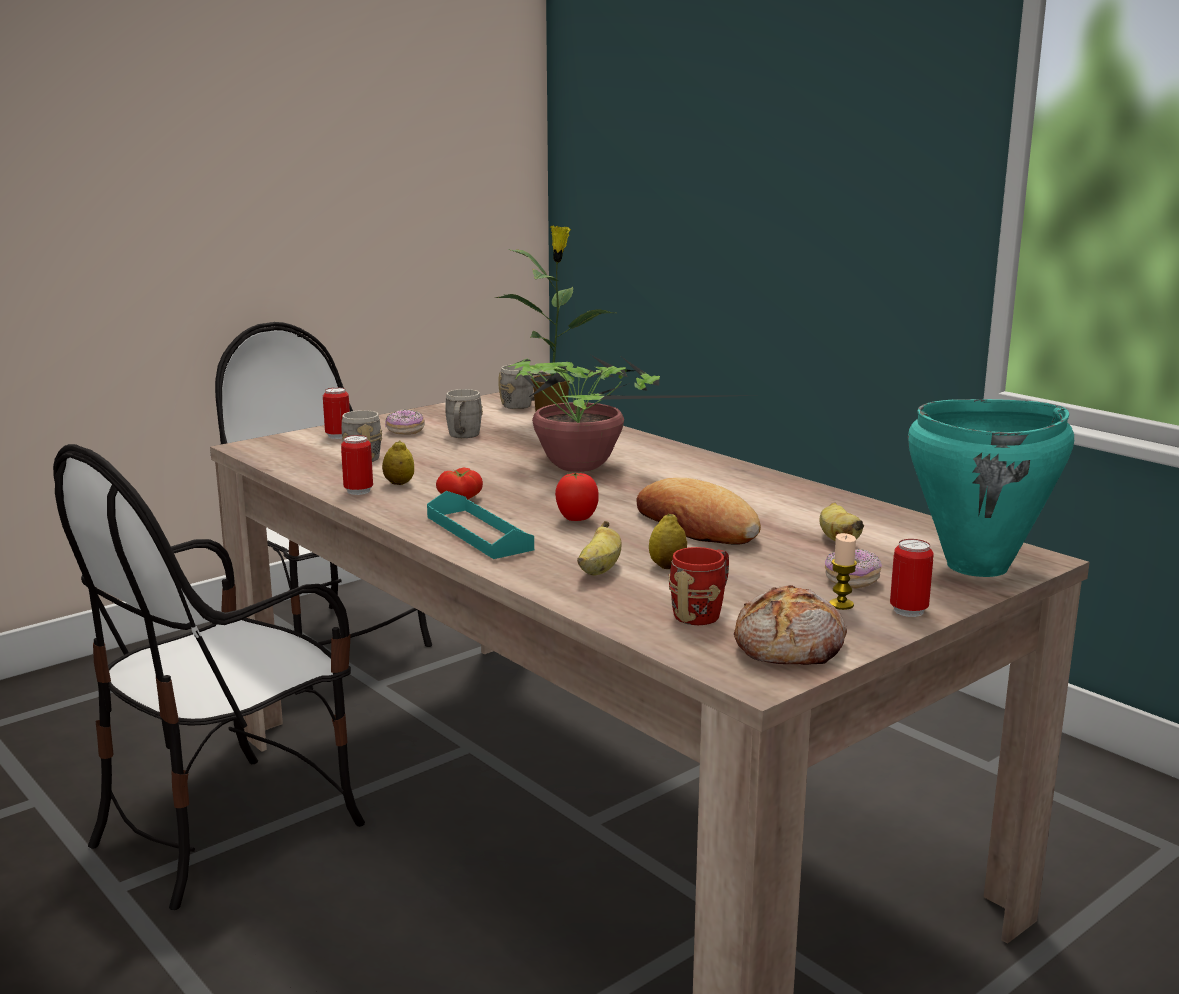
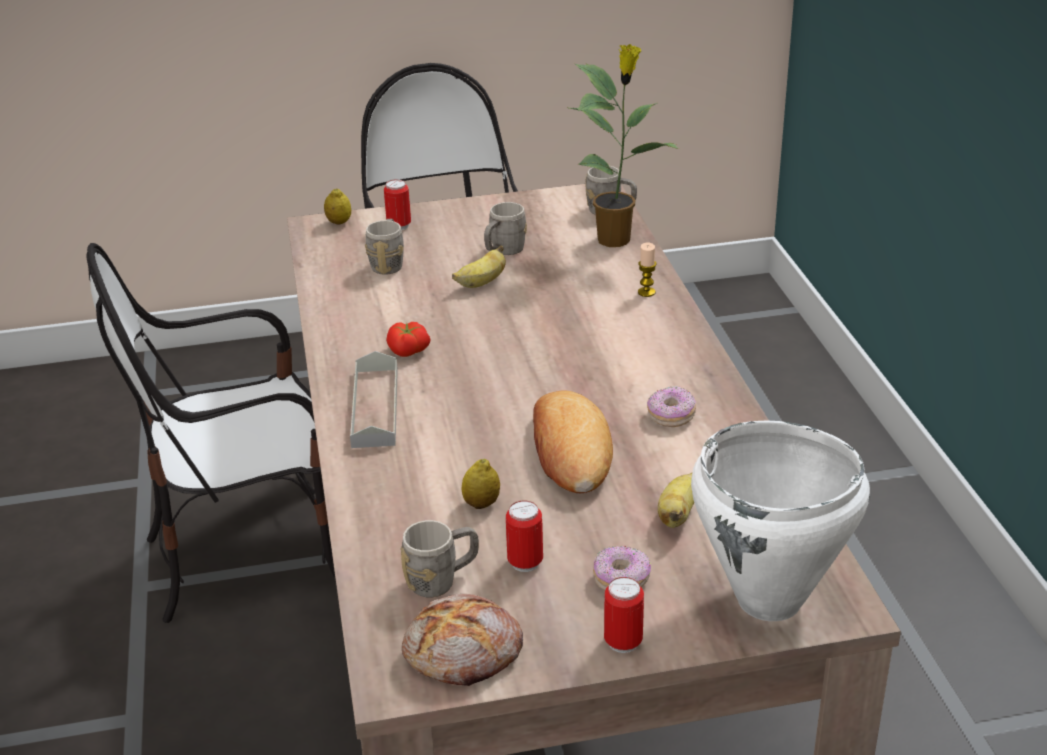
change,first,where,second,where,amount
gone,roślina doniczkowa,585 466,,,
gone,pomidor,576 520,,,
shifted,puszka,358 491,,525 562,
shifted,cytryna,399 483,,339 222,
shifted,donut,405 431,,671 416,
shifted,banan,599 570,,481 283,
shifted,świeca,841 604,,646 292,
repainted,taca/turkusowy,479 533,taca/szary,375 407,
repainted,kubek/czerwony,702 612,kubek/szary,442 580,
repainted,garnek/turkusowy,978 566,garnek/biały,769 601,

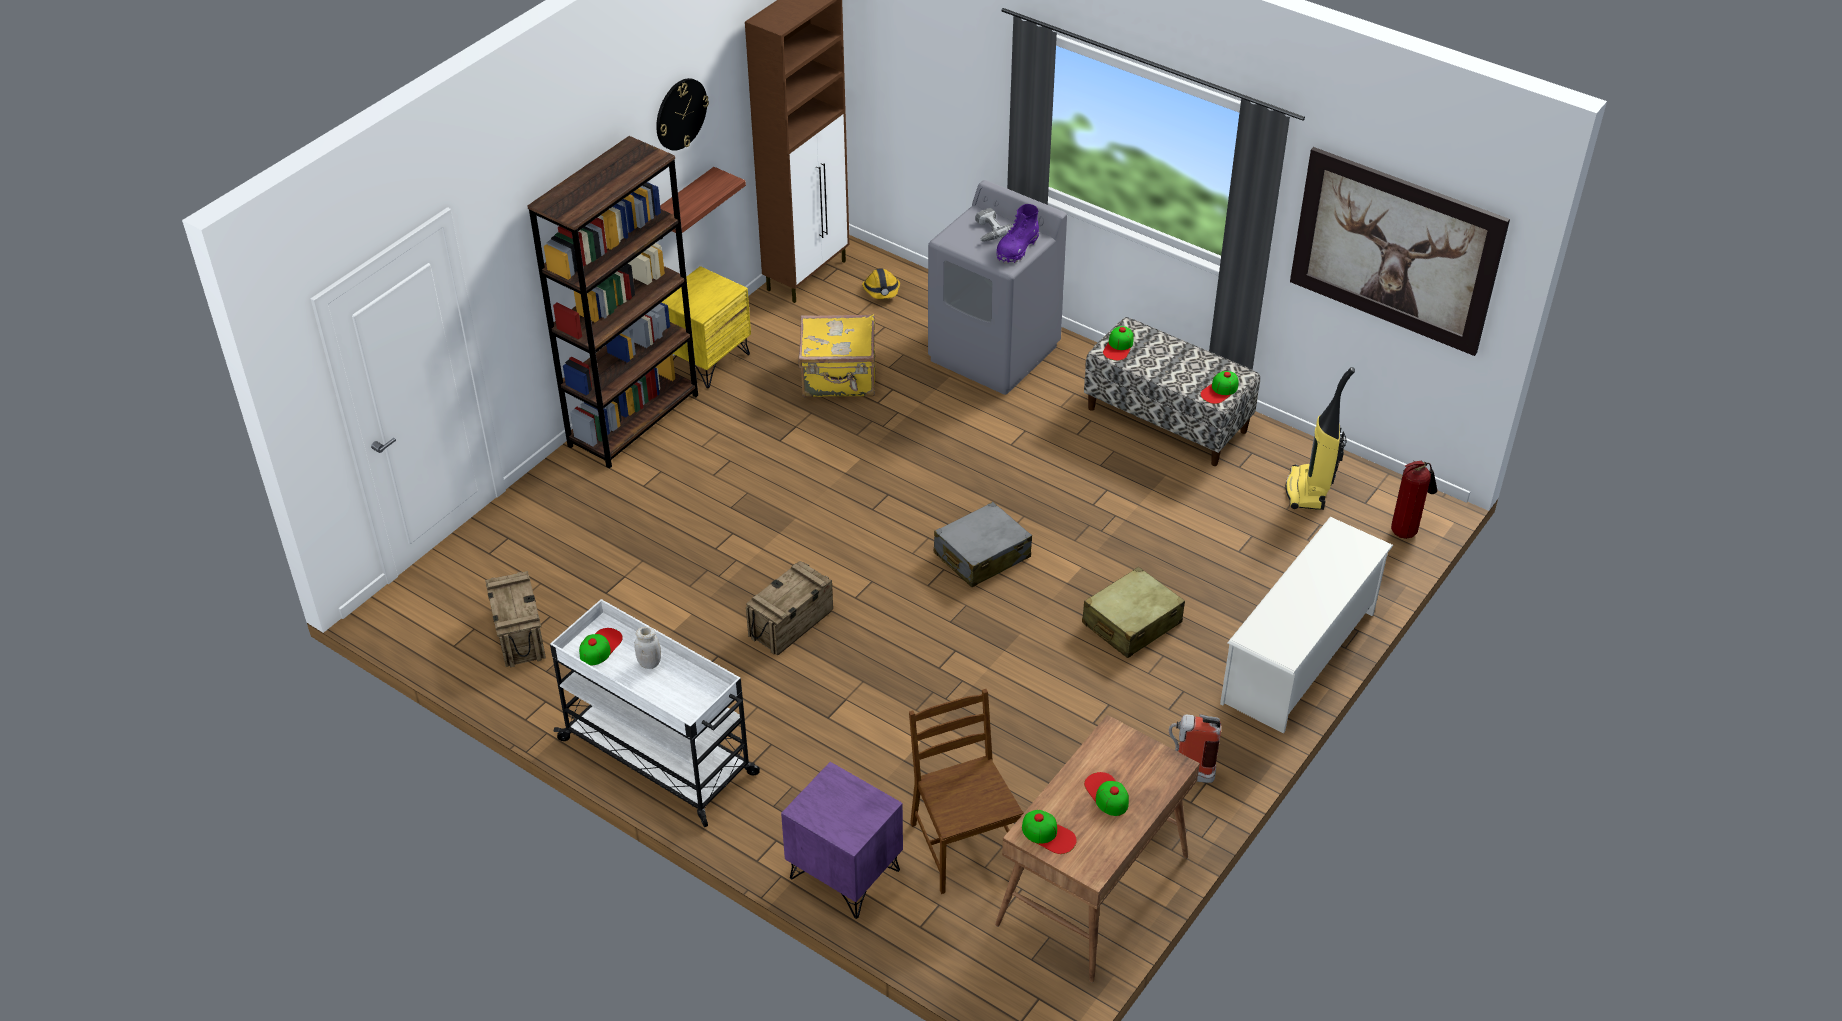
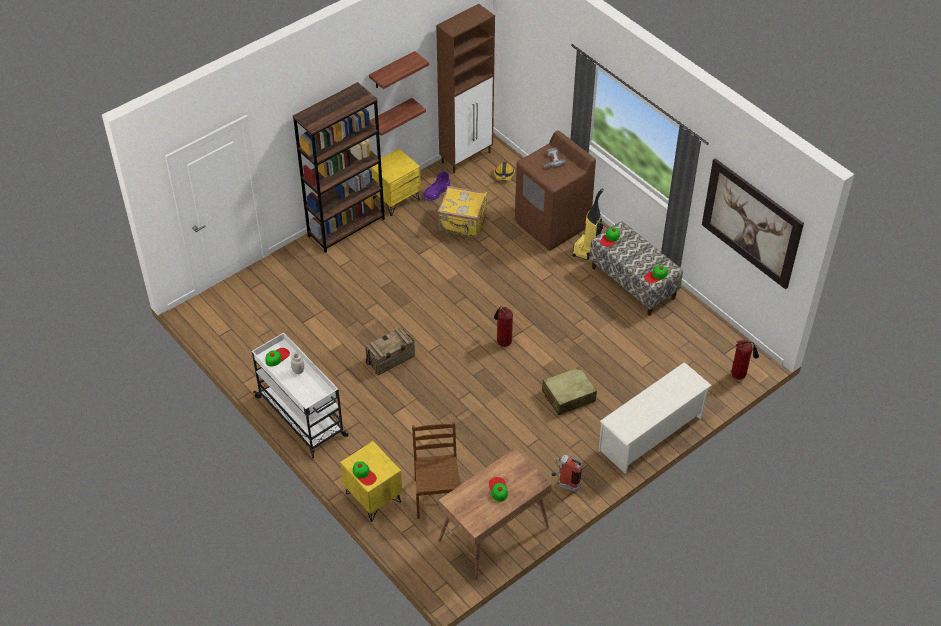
change,first,where,second,where,amount
gone,skrzynka,518 634,,,
shifted,but z cholewką/fioletowy,1017 249,,436 193,
shifted,czapka z daszkiem,1048 834,,364 474,
shifted,odkurzacz,1308 491,,586 248,
swapped,zegar ścienny,680 114,półka,392 70,
swapped,walizka/szary,981 556,gaśnica,502 341,
repainted,szafka nocna/fioletowy,844 874,szafka nocna/żółty,372 498,
repainted,pralka/szary,994 353,pralka/brązowy,552 224,

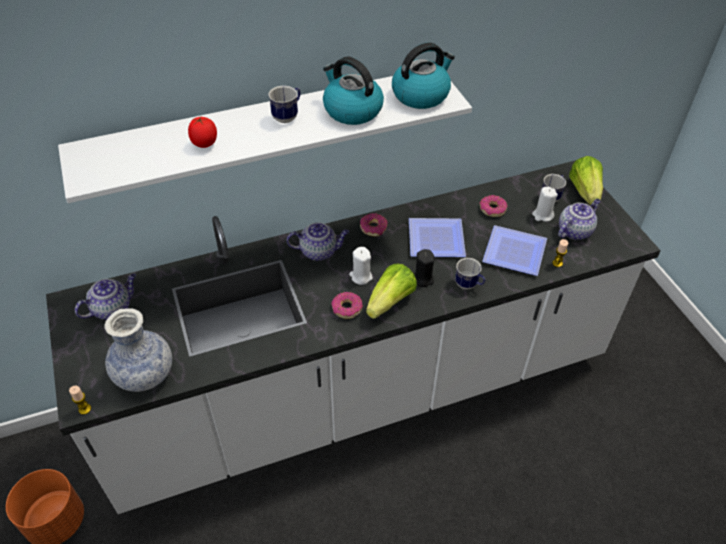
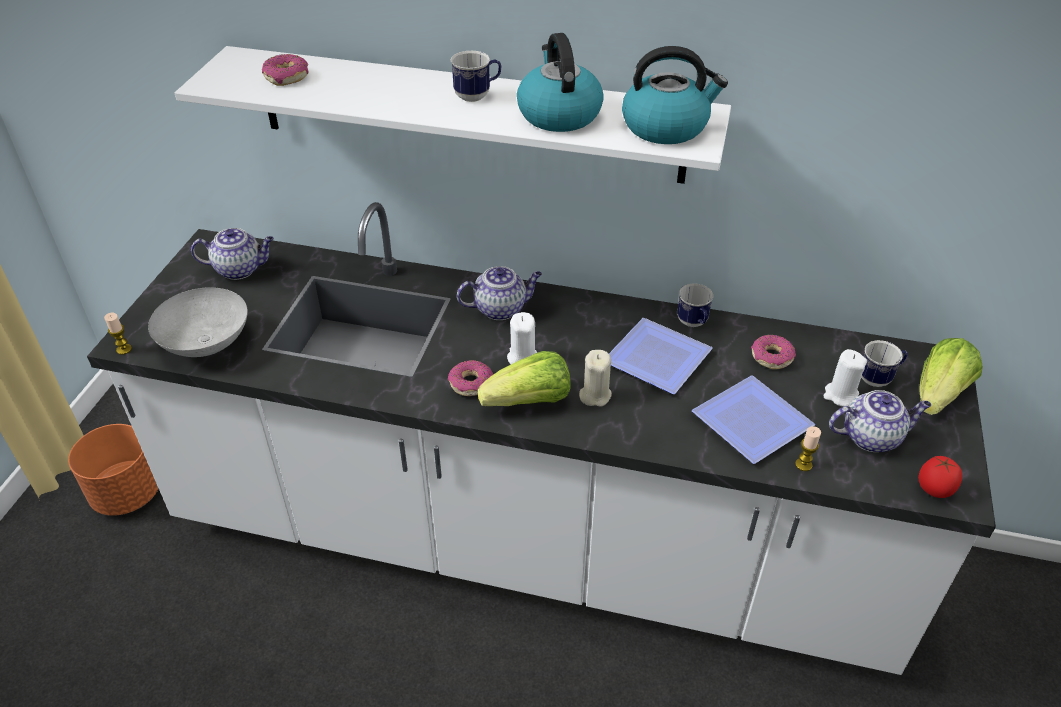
change,first,where,second,where,amount
shifted,pomidor,205 144,,934 490,
shifted,donut,373 228,,287 77,
shifted,kubek,469 285,,693 324,
swapped,wazon,144 374,miska/szary,205 345,
repainted,świeca/czarny,422 279,świeca/beżowy,595 395,
rotated,imbryk,319 251,,501 308,45 degrees counterclockwise

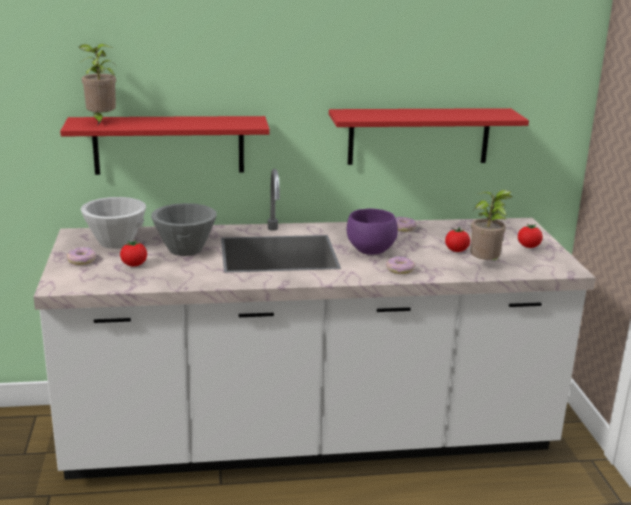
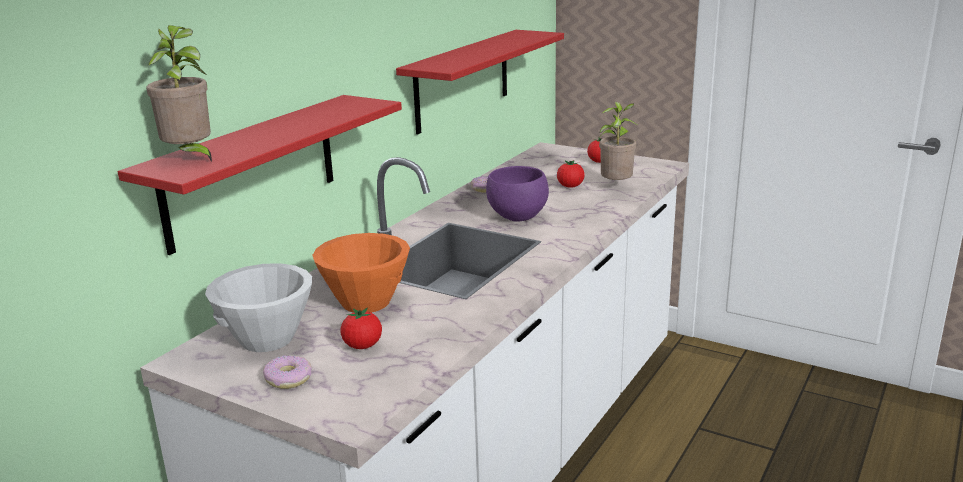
change,first,where,second,where,amount
gone,donut,399 269,,,
repainted,miska/szary,186 249,miska/pomarańczowy,366 302,

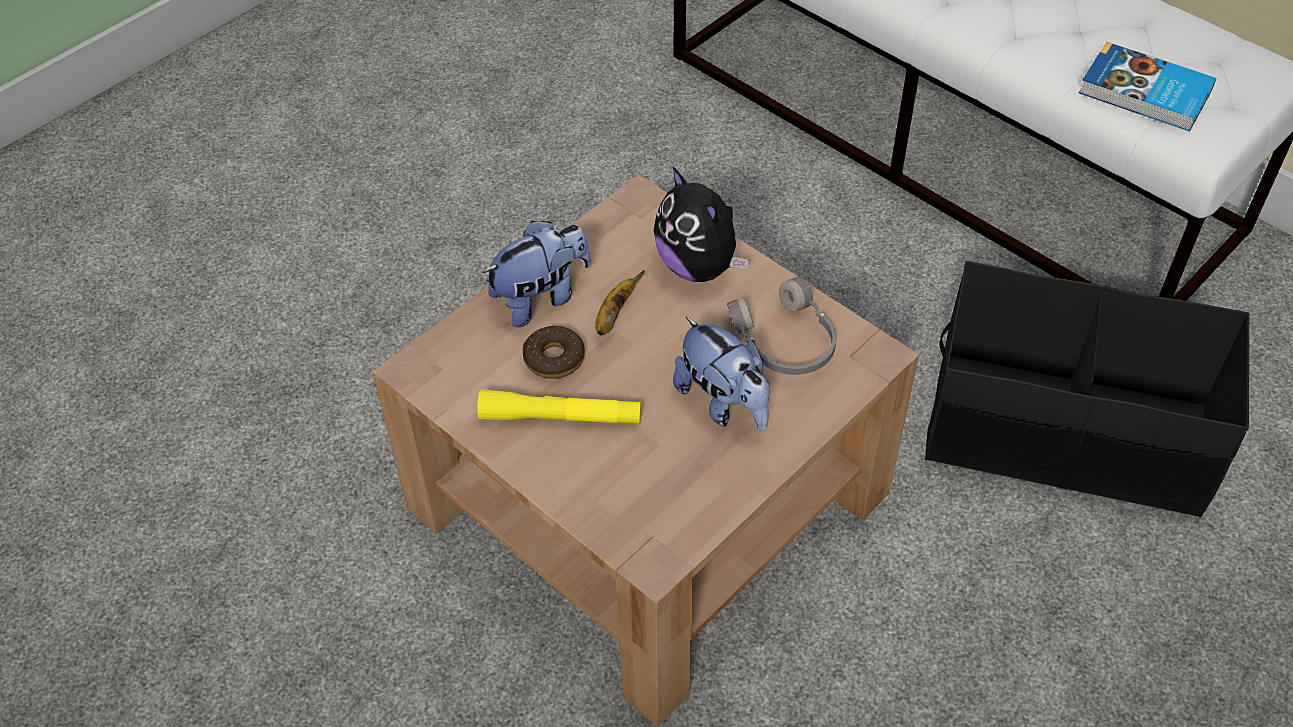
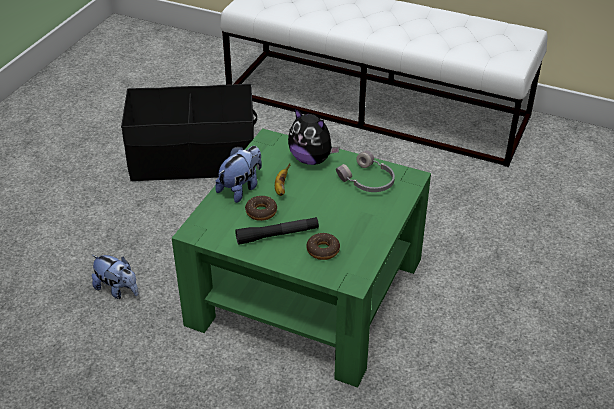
change,first,where,second,where,amount
gone,książka,1145 93,,,
new,,,donut,323 250,
shifted,pluszak,723 403,,118 290,
shifted,pojemnik do przechowywania/czarny,1066 434,,194 159,
repainted,ława/brązowy,648 502,ława/zielony,307 291,
repainted,latarka/żółty,560 417,latarka/czarny,277 235,

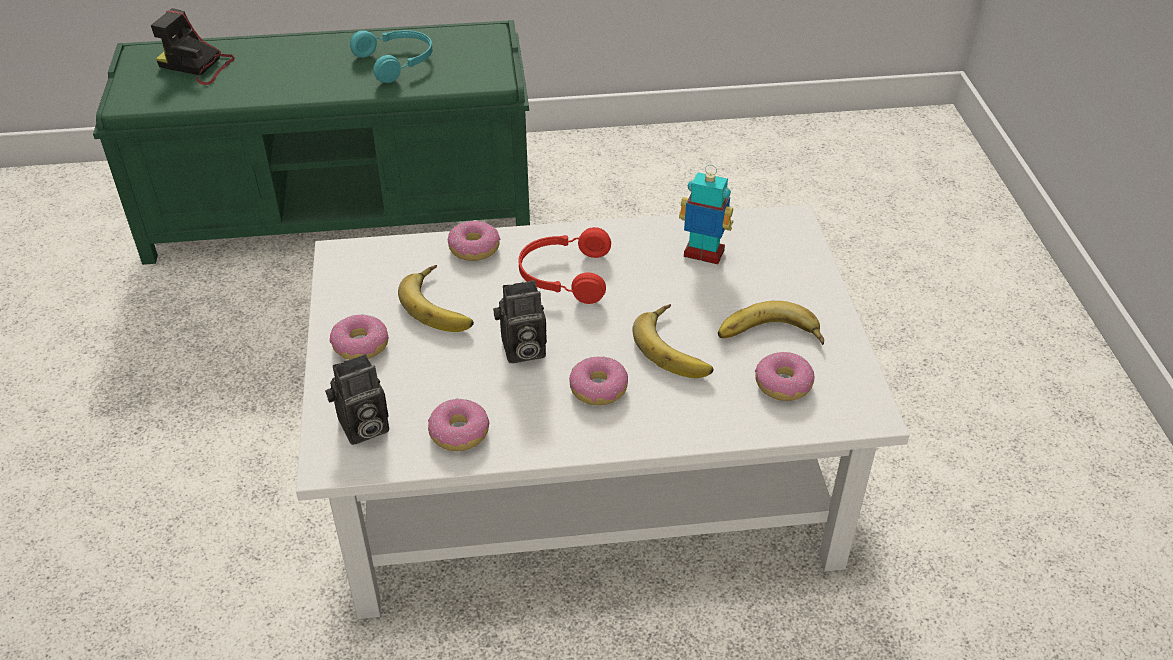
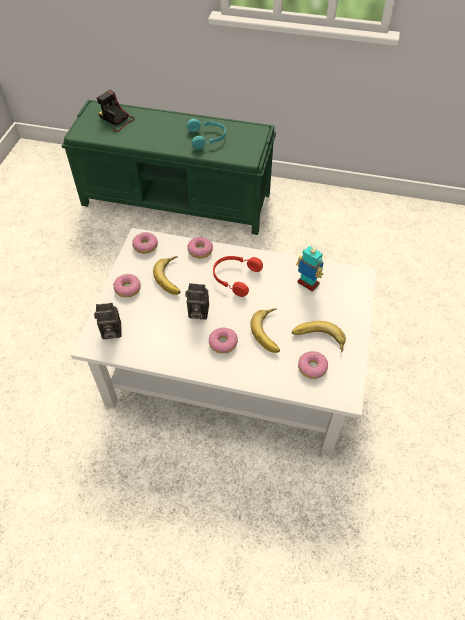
change,first,where,second,where,amount
shifted,donut,459 433,,145 246,

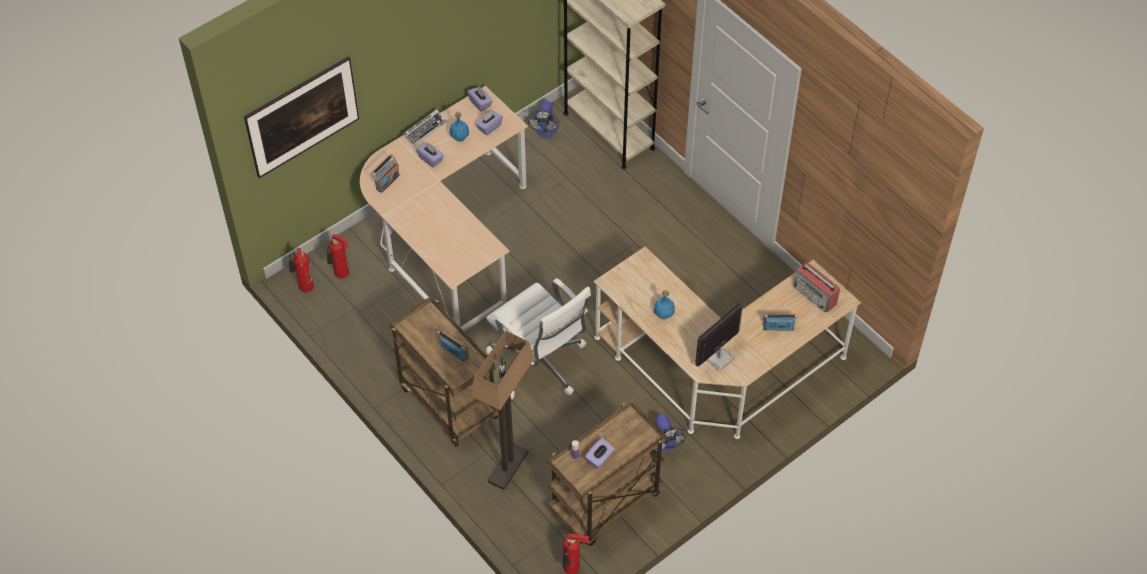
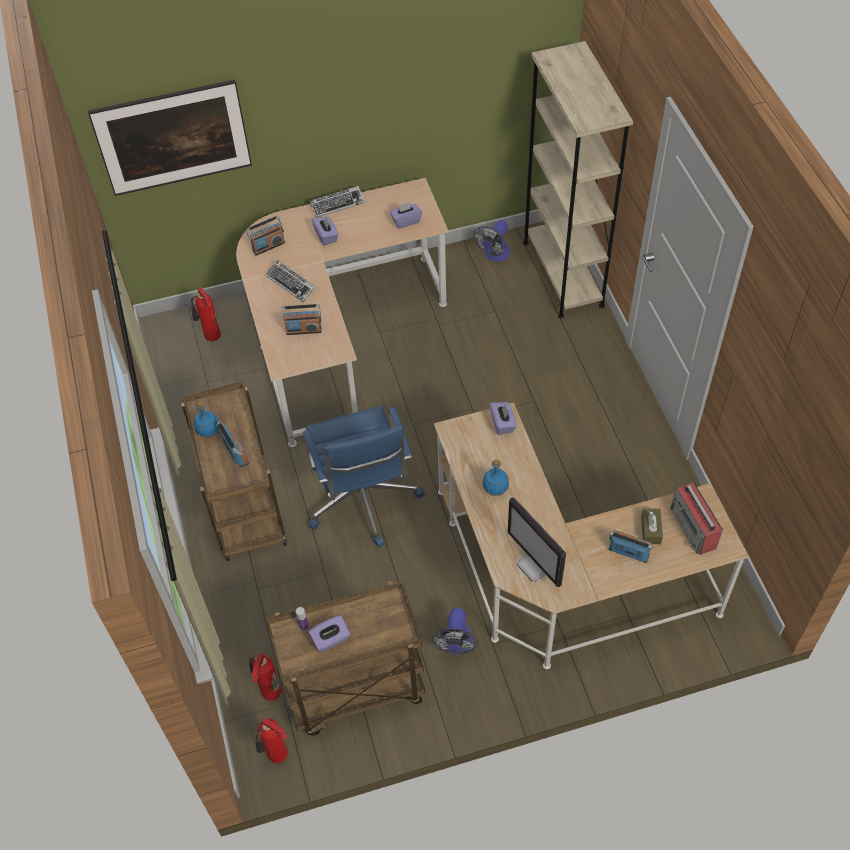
change,first,where,second,where,amount
gone,lampa stojąca,508 468,,,
new,,,klawiatura,291 283,
new,,,radio,303 330,
new,,,pudełko chusteczek/brązowy,650 530,
shifted,gaśnica,305 287,,269 692,
shifted,butelka/niebieski,460 138,,209 433,
shifted,pudełko chusteczek/fioletowy,480 103,,502 423,
repainted,krzesło biurowe/biały,539 364,krzesło biurowe/niebieski,363 500,
rotated,monitor,718 358,,536 565,105 degrees counterclockwise

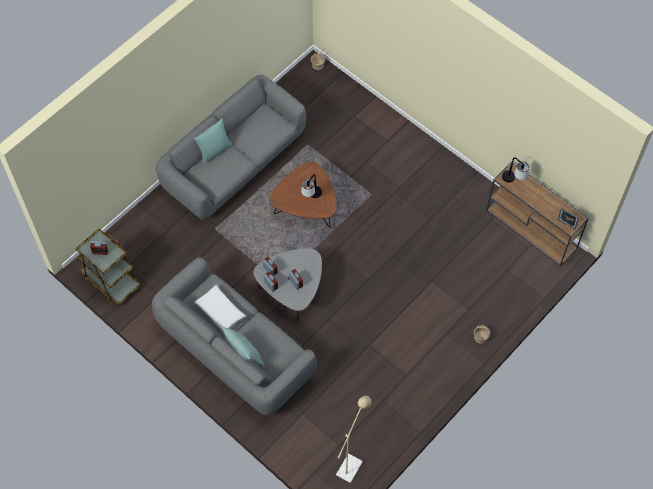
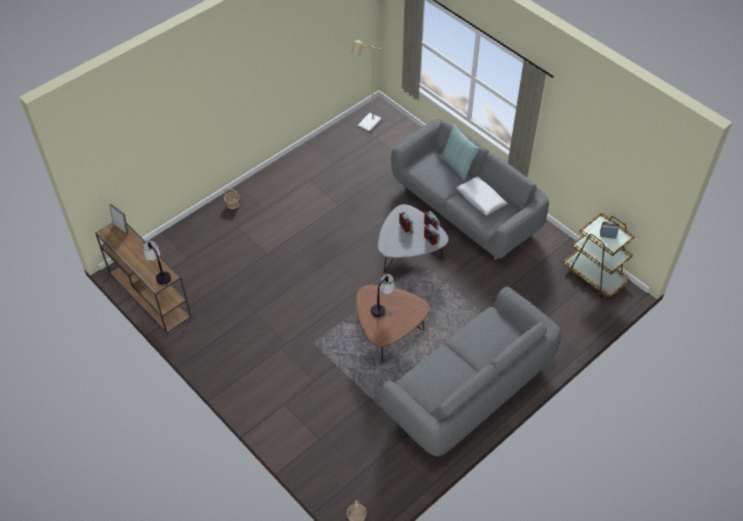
change,first,where,second,where,amount
gone,poduszka/turkusowy,214 151,,,

